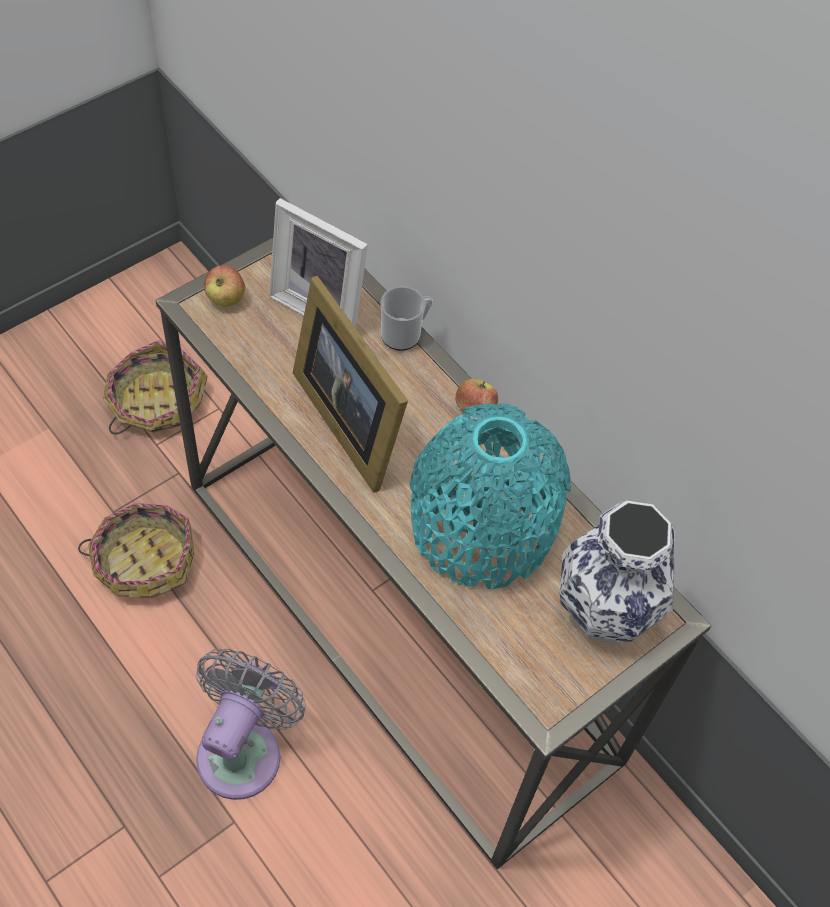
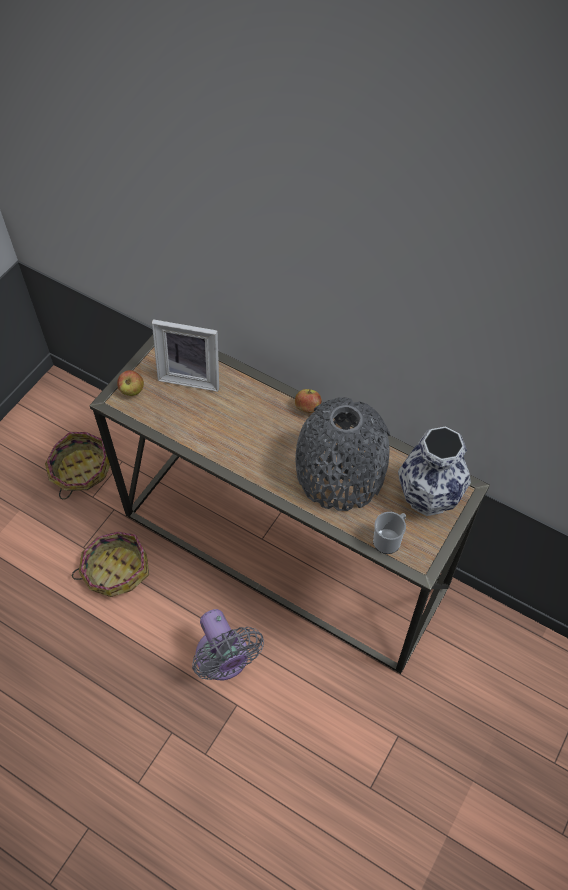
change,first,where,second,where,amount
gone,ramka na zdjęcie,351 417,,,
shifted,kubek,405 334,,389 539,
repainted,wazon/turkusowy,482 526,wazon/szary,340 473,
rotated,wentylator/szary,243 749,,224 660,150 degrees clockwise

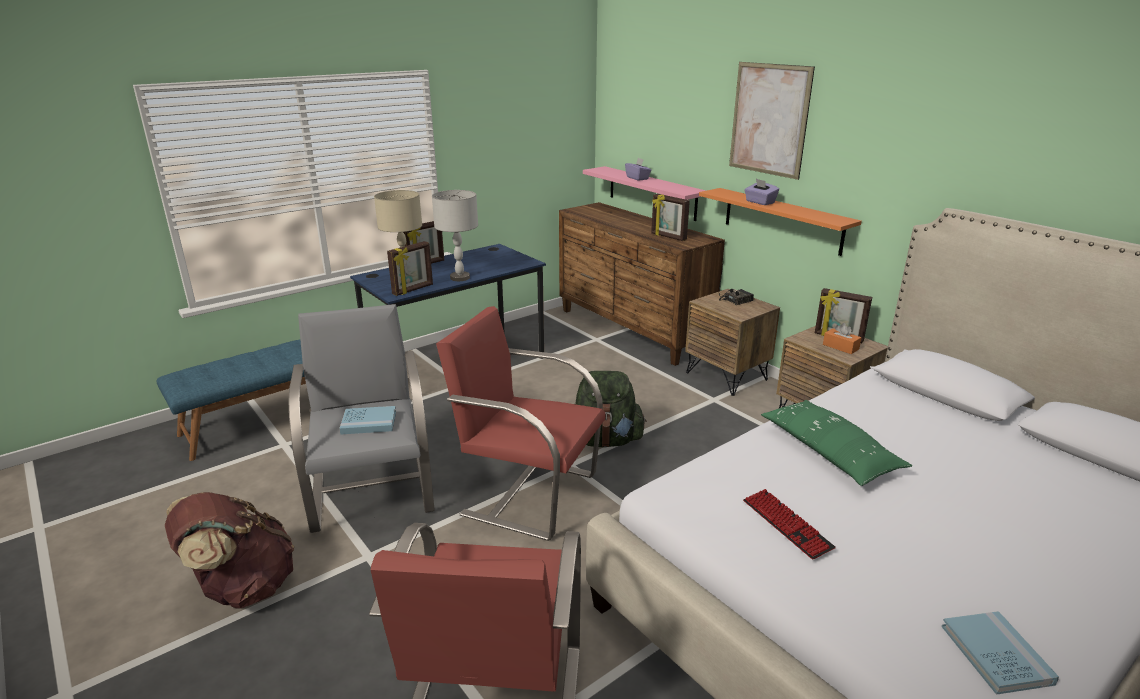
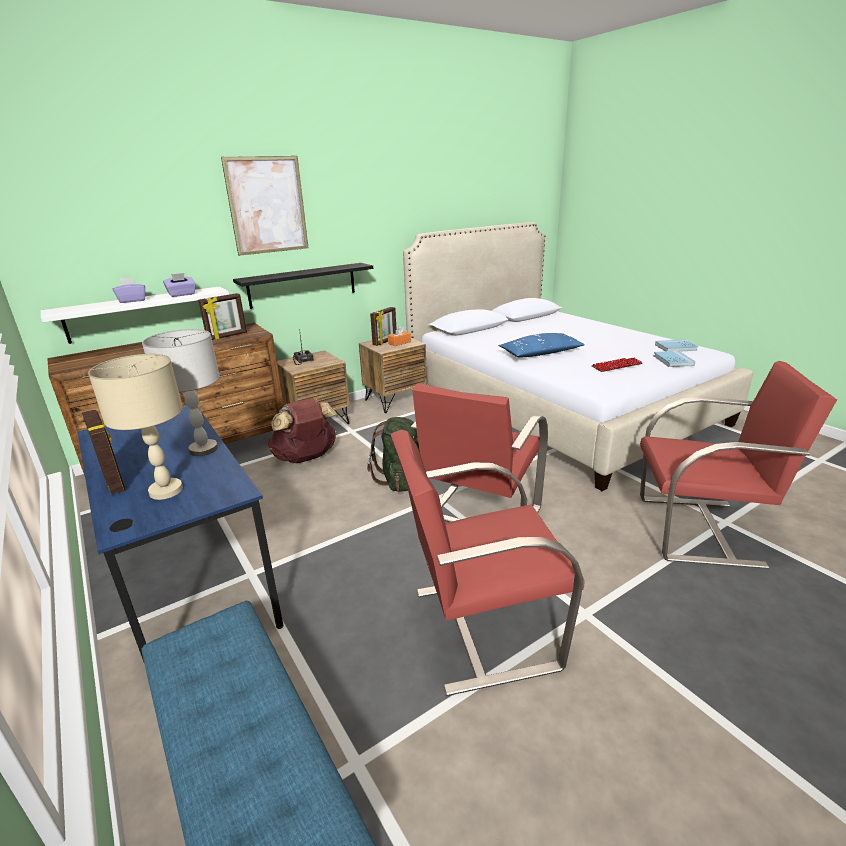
change,first,where,second,where,amount
gone,ramka na zdjęcie,413 290,,,
shifted,plecak/brązowy,242 587,,306 458,
shifted,książka/niebieski,369 422,,673 360,
shifted,pudełko chusteczek/fioletowy,759 202,,182 294,
repainted,fotel/szary,372 492,fotel/czerwony,481 627,
repainted,półka/różowy,652 193,półka/biały,141 314,
repainted,półka/pomarańczowy,782 220,półka/czarny,302 285,
repainted,poduszka/zielony,828 452,poduszka/niebieski,540 354,

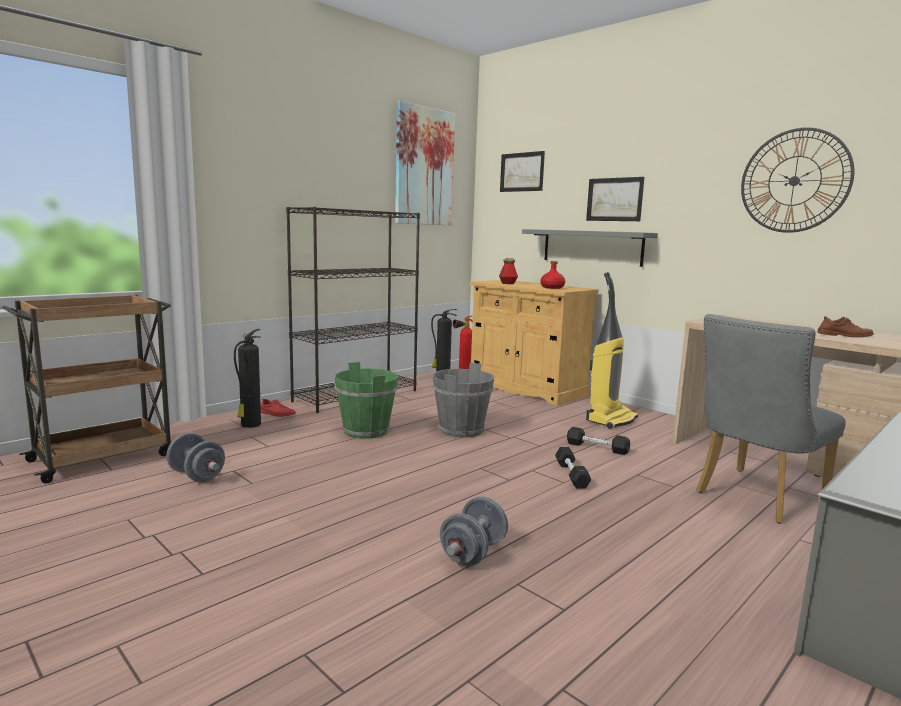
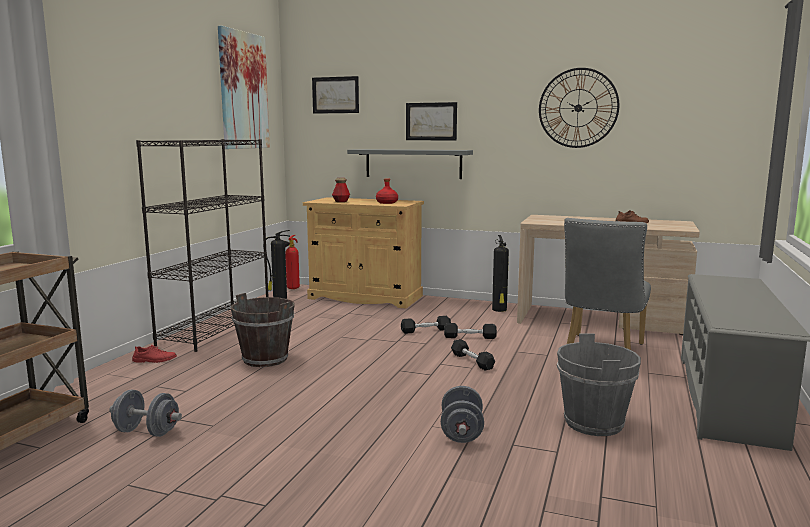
change,first,where,second,where,amount
gone,odkurzacz,611 419,,,
new,,,hantel/czarny,425 330,
shifted,gaśnica,250 425,,499 310,
shifted,wiadro/szary,461 430,,594 423,
repainted,wiadro/zielony,366 431,wiadro/brązowy,265 359,

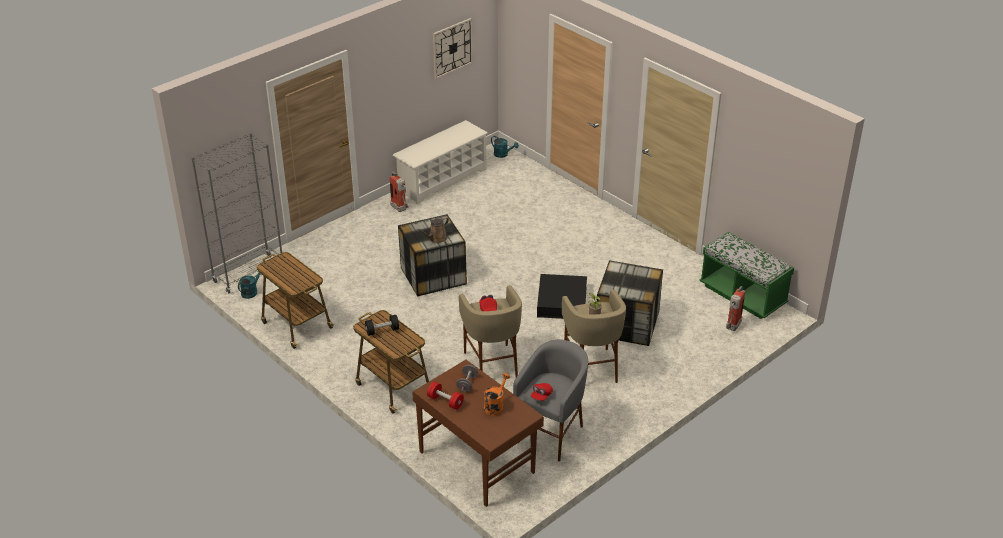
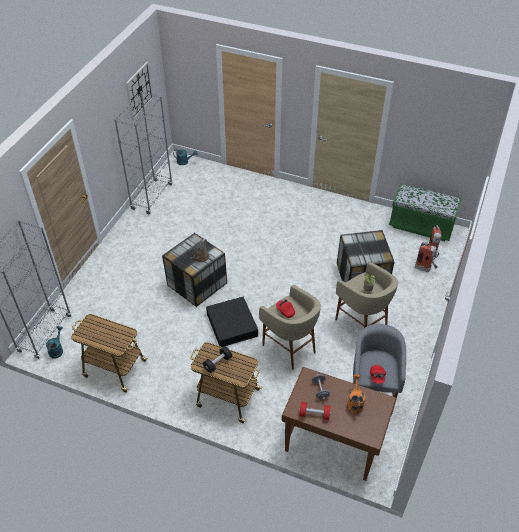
change,first,where,second,where,amount
shifted,gaśnica,400 209,,425 269,
shifted,pojemnik do przechowywania/czarny,561 301,,232 325,
swapped,regał na buty/biały,442 180,regał/szary,152 197,

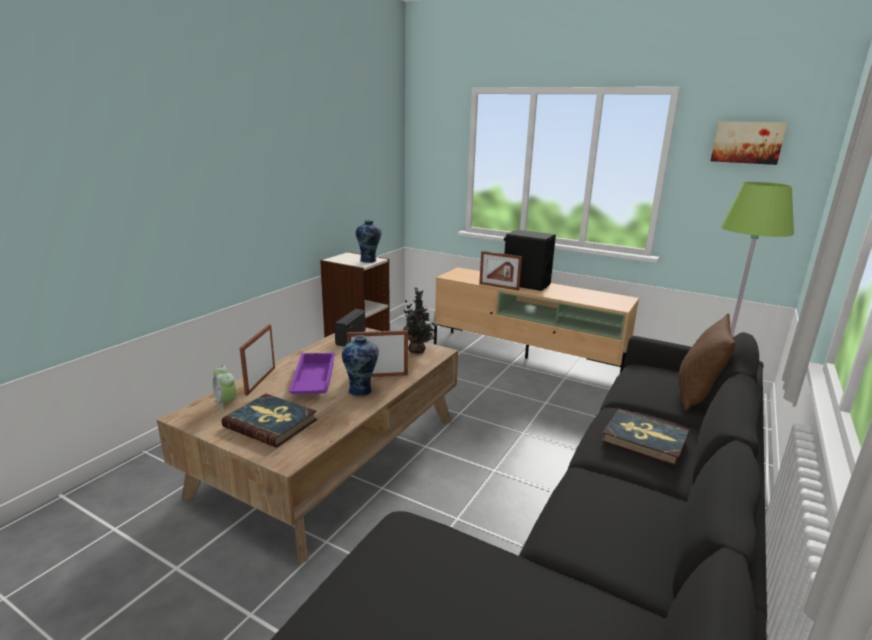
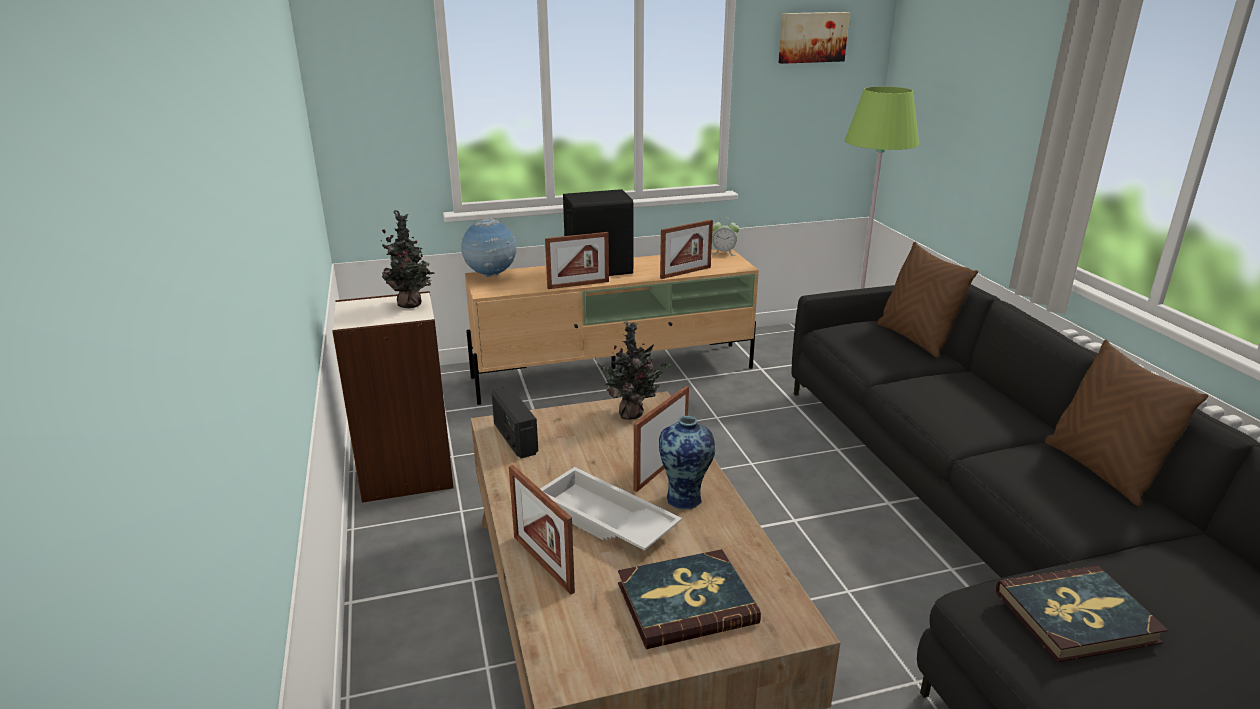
change,first,where,second,where,amount
new,,,globus,491 276,
new,,,ramka na zdjęcie,685 273,
new,,,poduszka/brązowy,1101 471,
shifted,budzik,226 403,,723 253,
shifted,książka,644 439,,1076 617,
swapped,wazon,369 261,roślina doniczkowa,412 305,
repainted,taca/fioletowy,312 380,taca/biały,604 521,

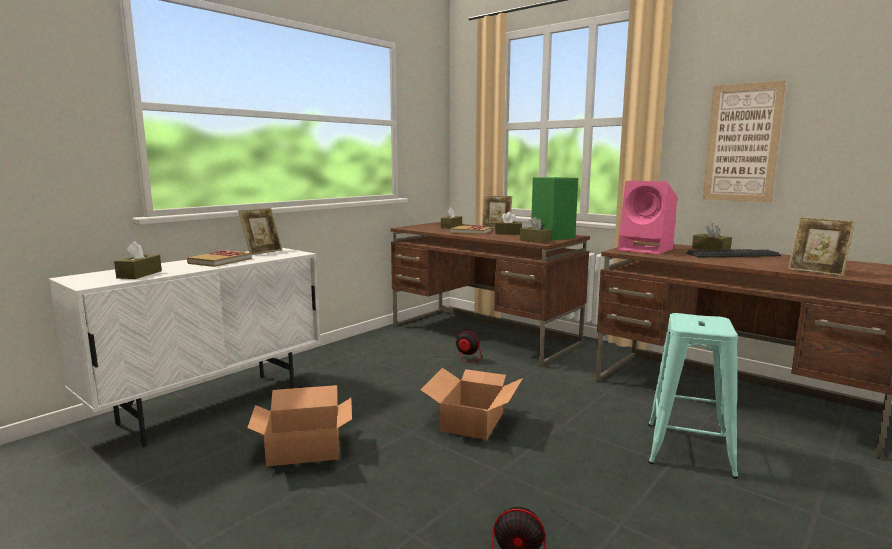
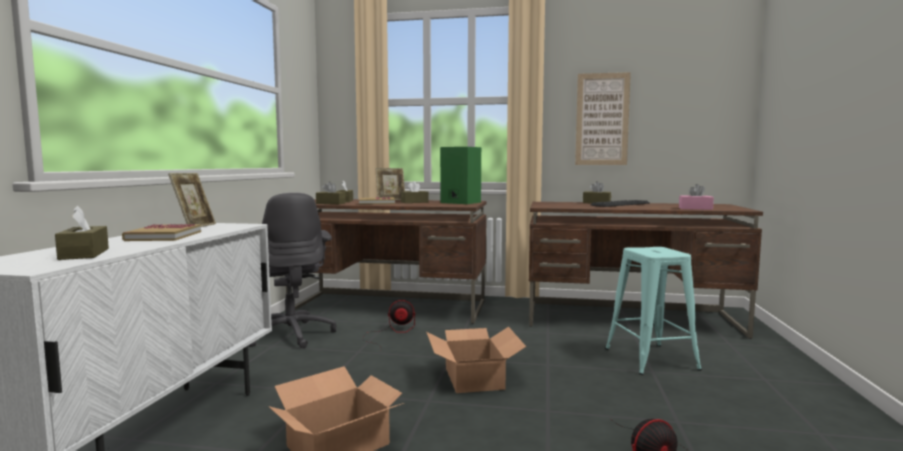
change,first,where,second,where,amount
gone,głośnik/różowy,647 249,,,
new,,,krzesło biurowe/szary,291 334,
shifted,pudełko chusteczek/brązowy,535 241,,330 203,
swapped,ramka na zdjęcie,817 271,pudełko chusteczek/różowy,695 208,

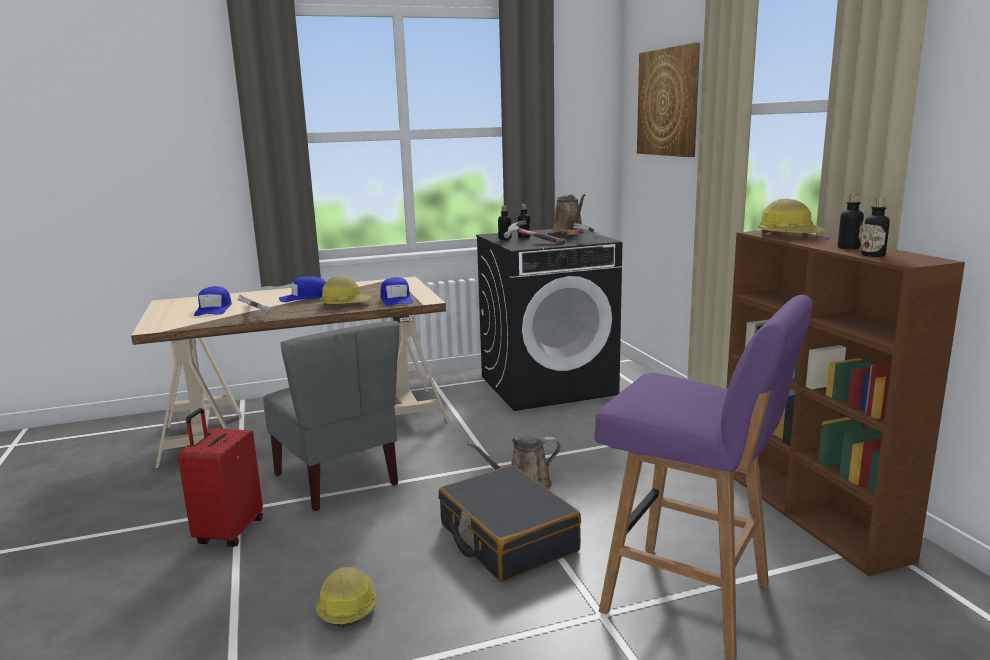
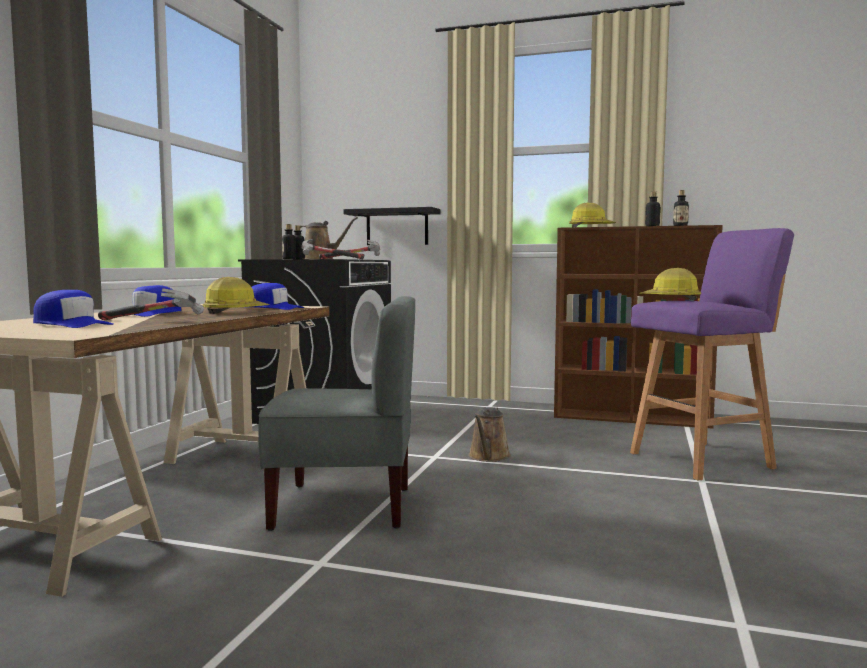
change,first,where,second,where,amount
gone,walizka/czerwony,228 532,,,
gone,walizka/czarny,507 538,,,
gone,obraz,668 102,,,
new,,,półka/czarny,397 227,
shifted,kask,347 606,,670 299,

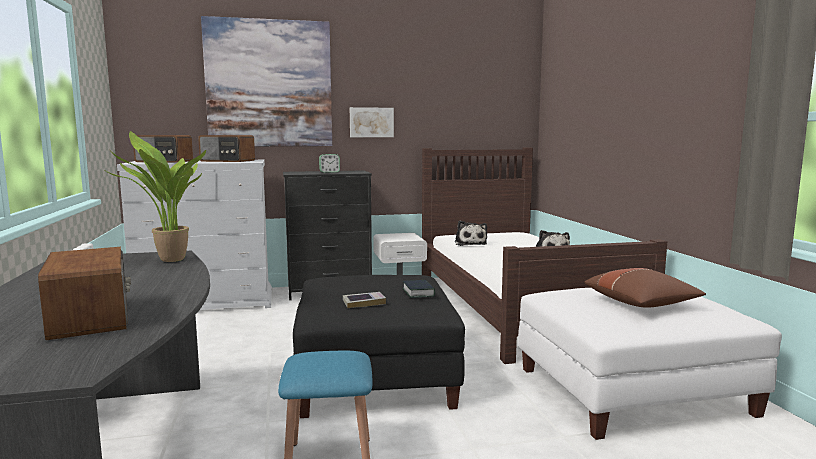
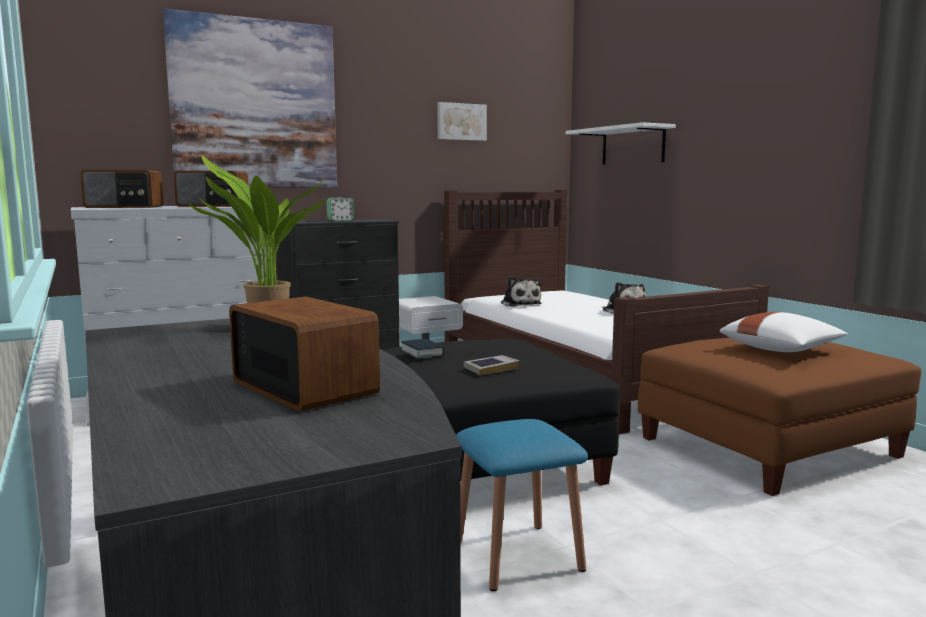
change,first,where,second,where,amount
new,,,półka/biały,632 146,
shifted,obraz,371 122,,461 122,
shifted,książka,418 292,,422 353,
repainted,pufa/biały,632 391,pufa/brązowy,768 447,
repainted,poduszka/brązowy,642 304,poduszka/biały,781 350,

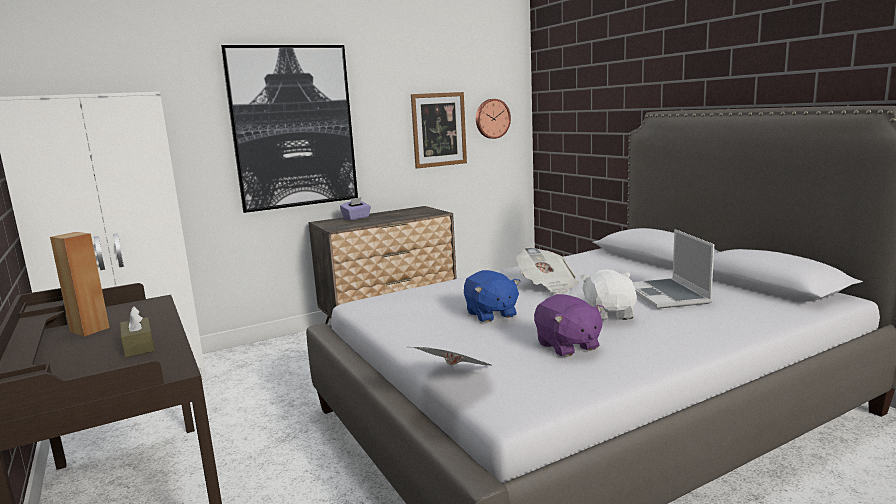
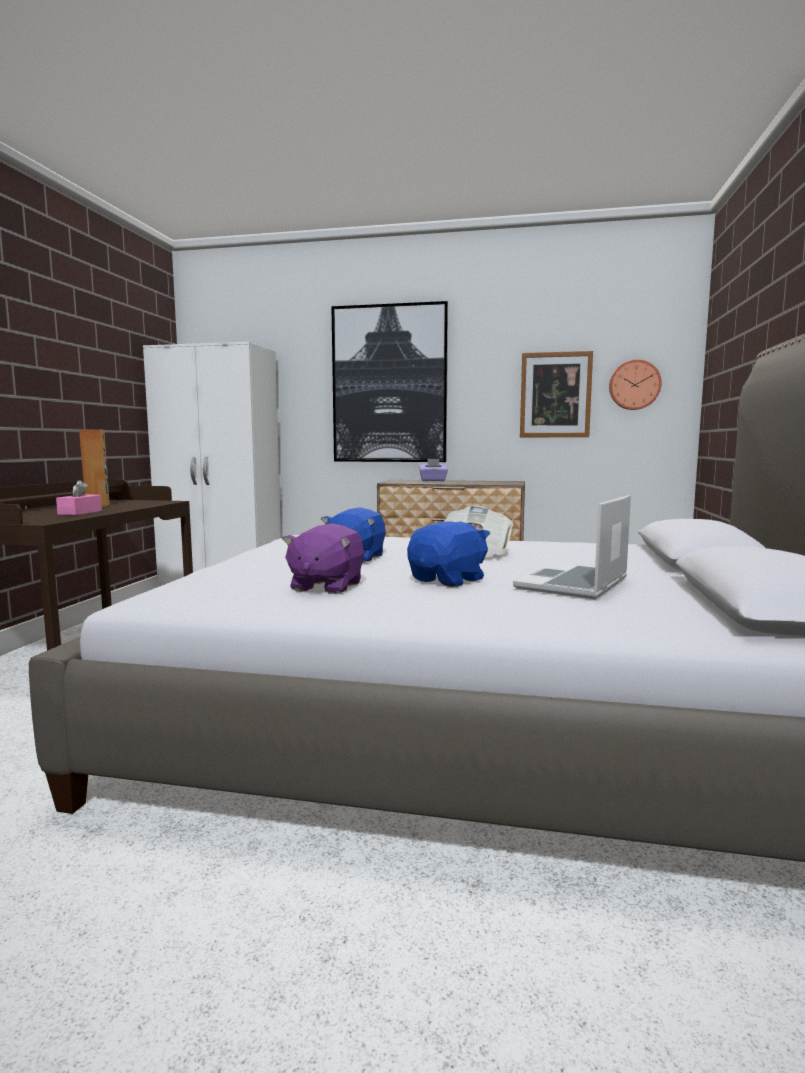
change,first,where,second,where,amount
gone,gazeta,455 379,,,
repainted,pudełko chusteczek/brązowy,138 346,pudełko chusteczek/różowy,80 513,
repainted,pluszak/biały,609 314,pluszak/niebieski,448 580,

